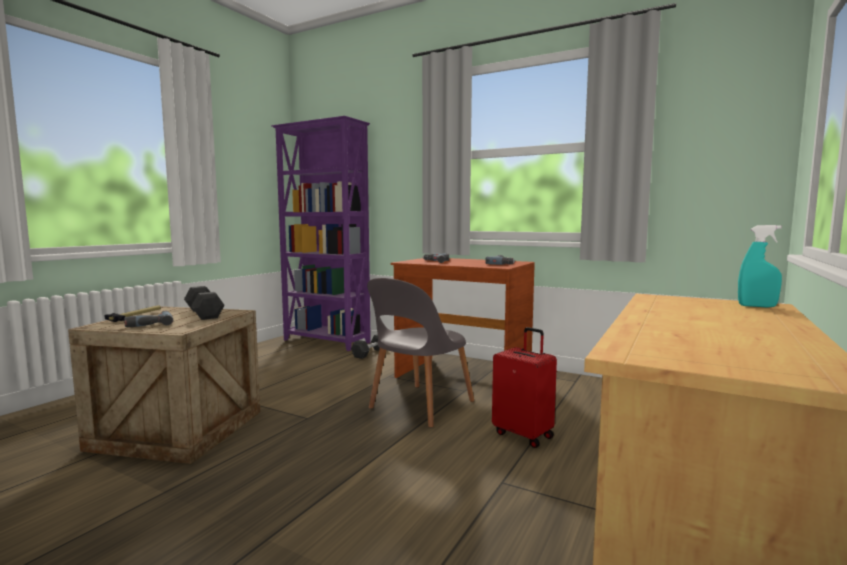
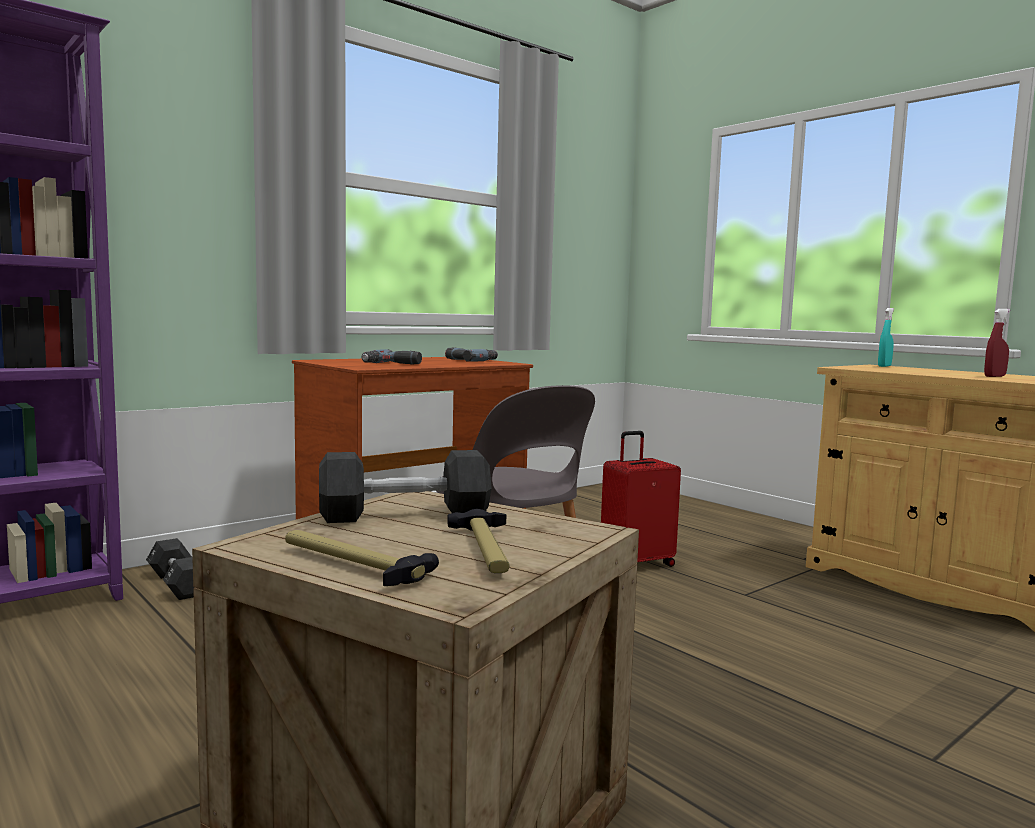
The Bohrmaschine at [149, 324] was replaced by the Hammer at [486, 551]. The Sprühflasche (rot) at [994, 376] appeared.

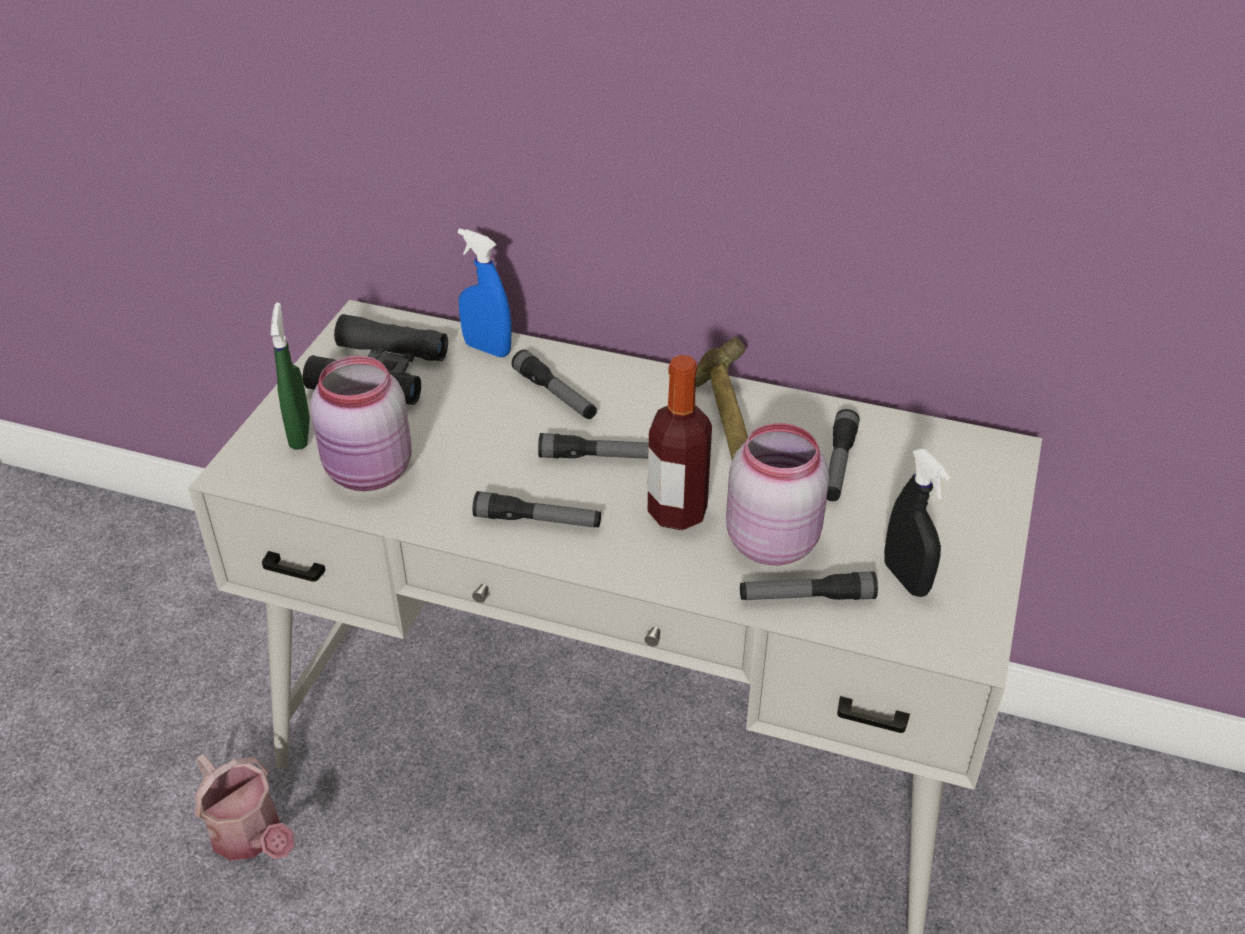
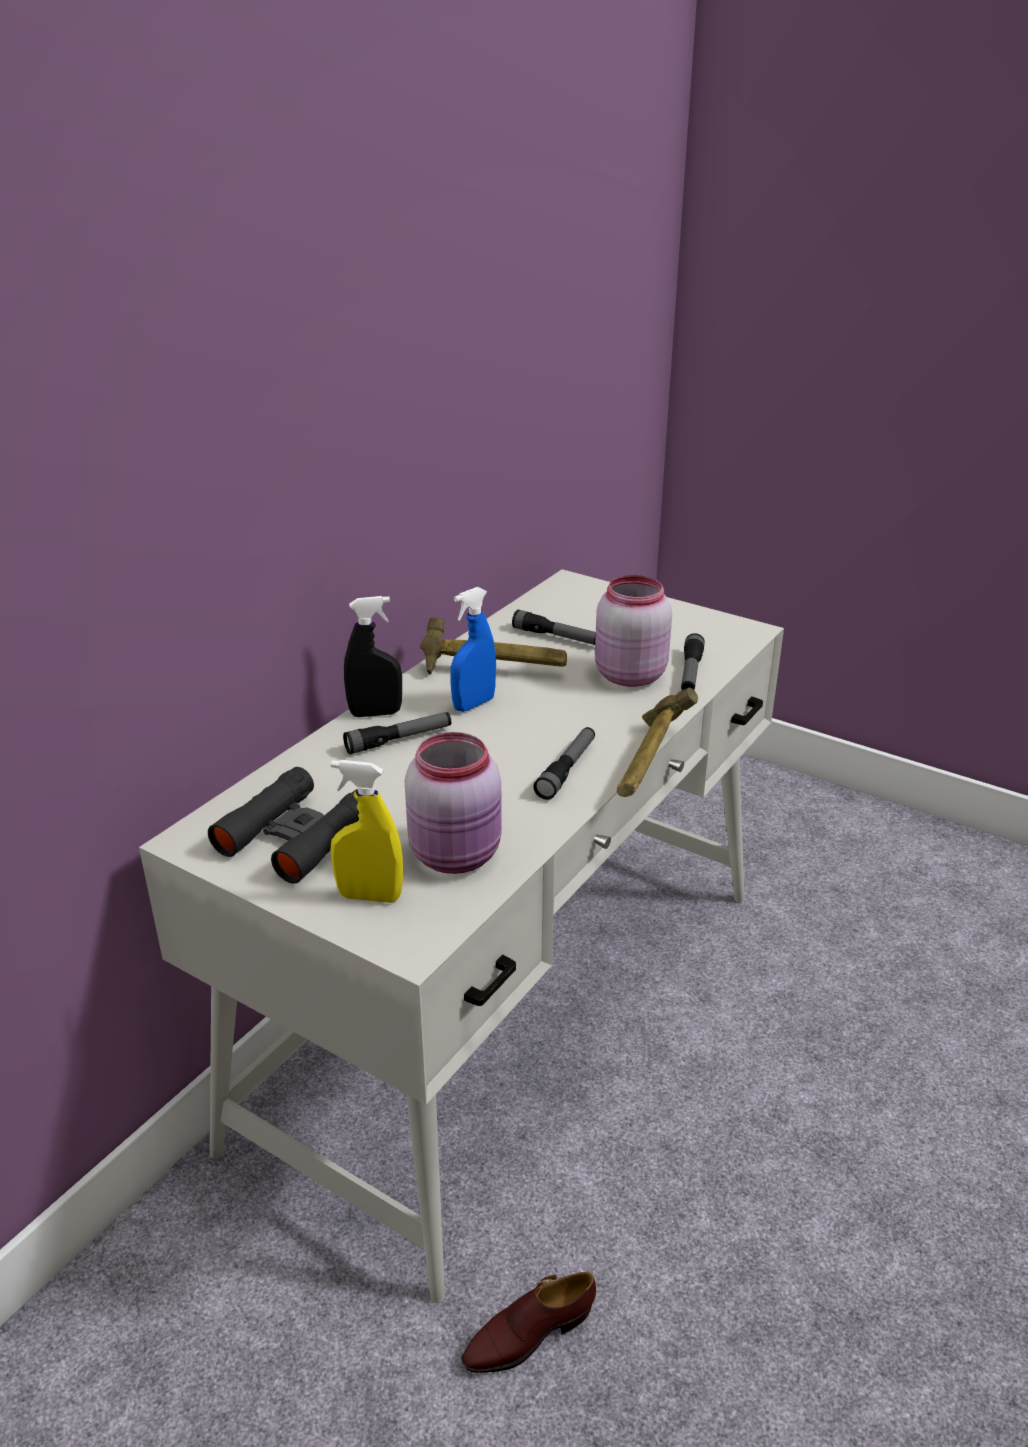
The Sprühflasche (grün) at [300, 434] became the Sprühflasche (gelb) at [369, 896]. The Sprühflasche (schwarz) moved from [906, 579] to [375, 713]. The Sprühflasche (blau) moved from [487, 349] to [473, 704]. The Gießkanne at [251, 837] was replaced by the Schuh (braun) at [528, 1334]. The Hammer at [648, 765] appeared. The Taschenlampe at [599, 457] disappeared. The Flasche at [677, 512] disappeared.

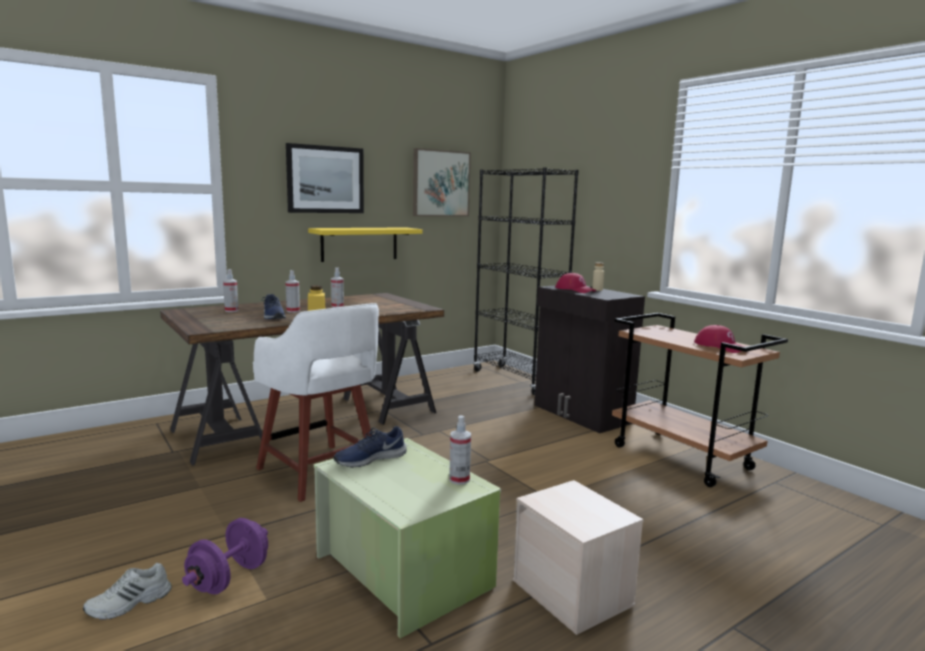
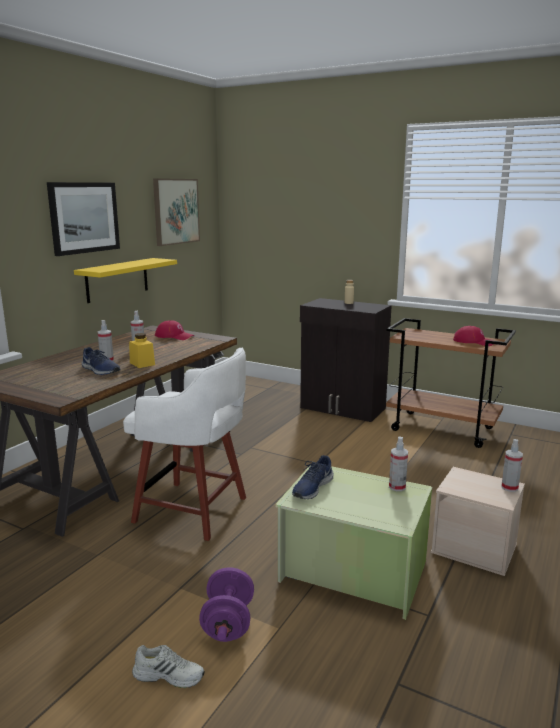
The Schuh (weiß) at [129, 604] turned 105 degrees counterclockwise. The Kappe (rot) moved from [575, 290] to [174, 336]. The Sprühflasche moved from [231, 311] to [509, 487]. The Bücherregal (schwarz) at [517, 380] disappeared.

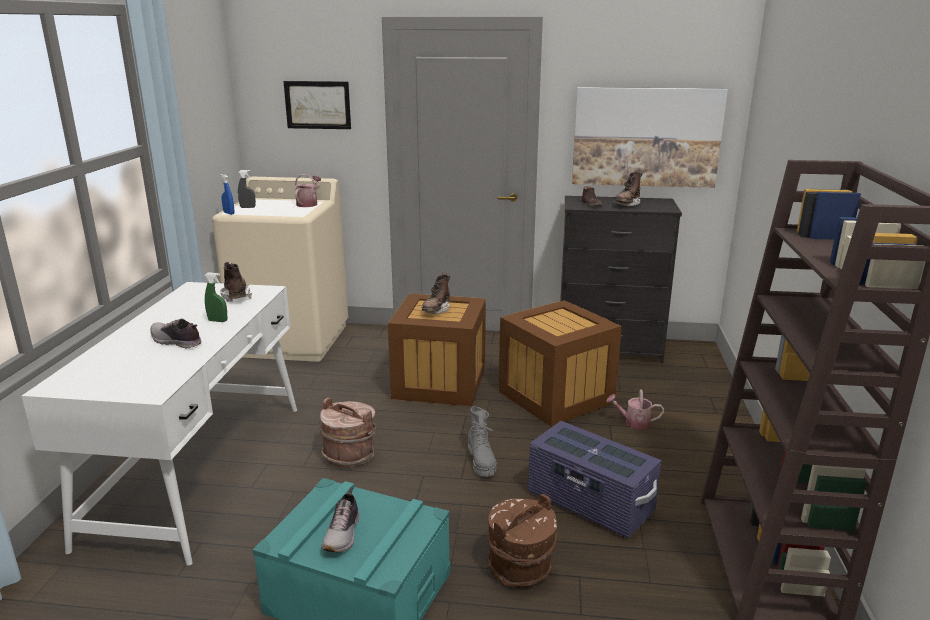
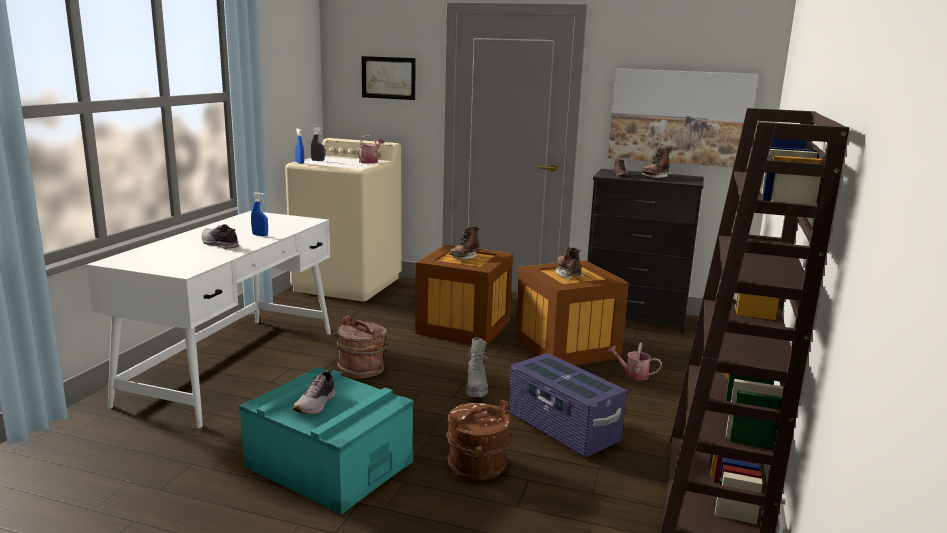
The Sprühflasche (grün) at [218, 321] became the Sprühflasche (blau) at [260, 235]. The Stiefel (braun) moved from [236, 295] to [568, 274].

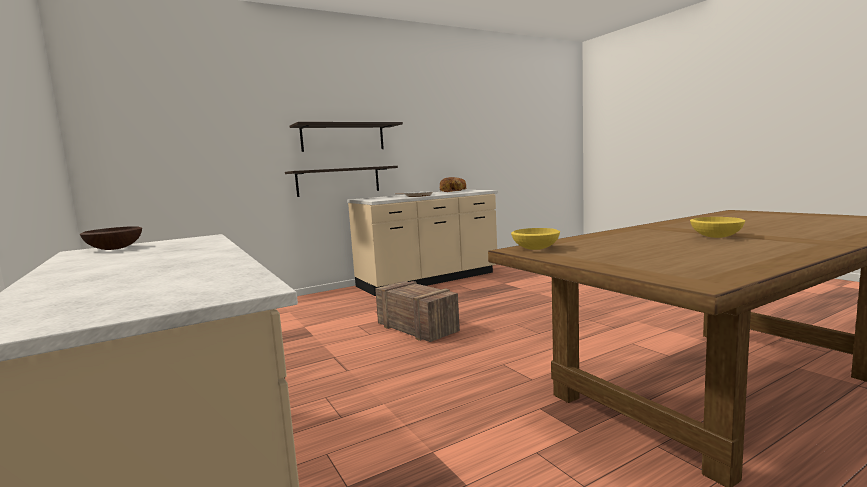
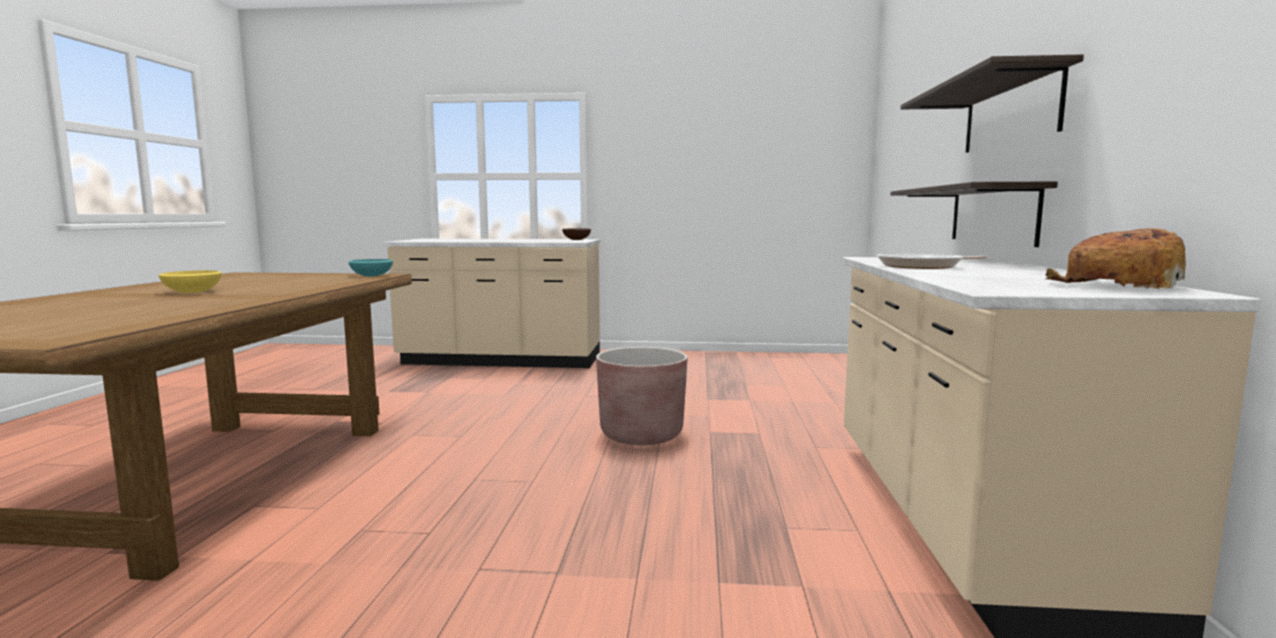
The Schüssel (gelb) at [535, 248] became the Schüssel (türkis) at [372, 276]. The Kiste at [416, 327] was replaced by the Pflanzkübel (braun) at [641, 434].

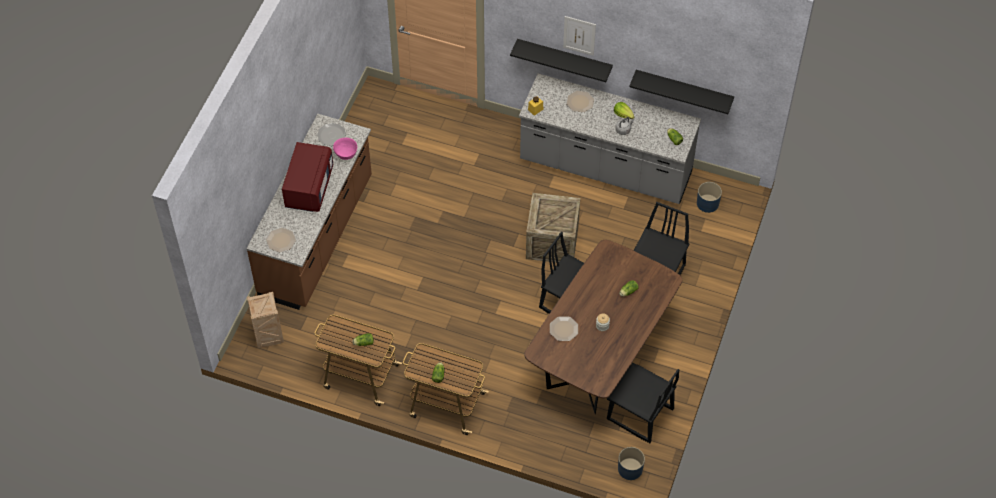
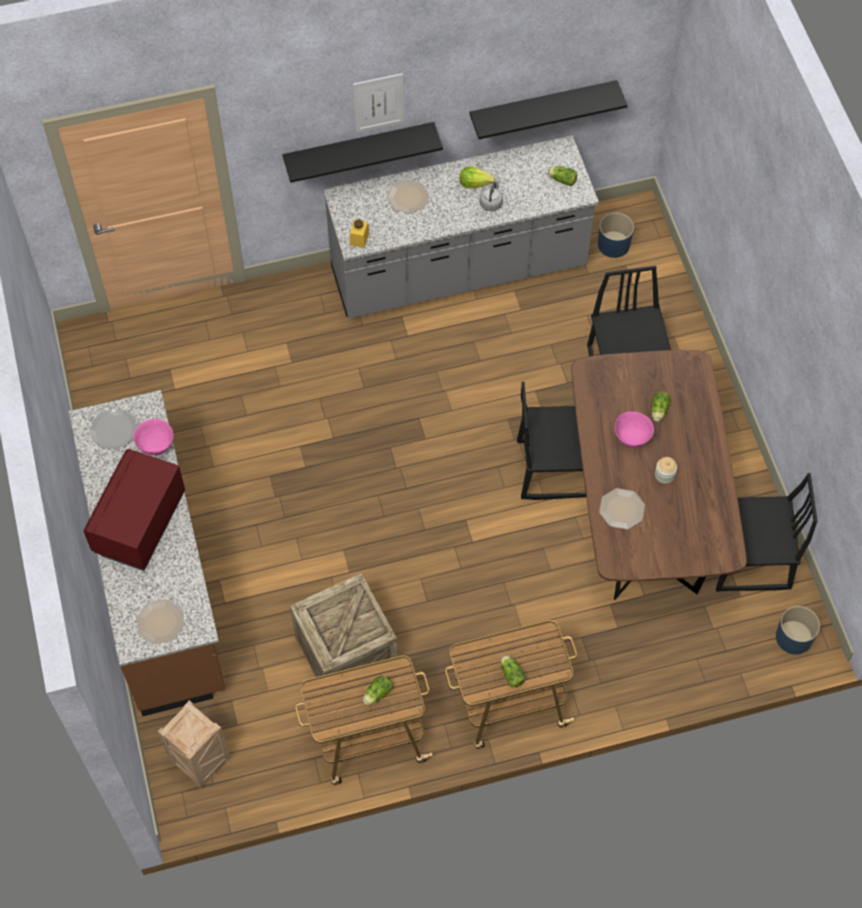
The Mikrowelle (rot) at [309, 188] turned 135 degrees counterclockwise. The Kiste moved from [552, 242] to [346, 652]. The Schüssel (rosa) at [631, 439] appeared.

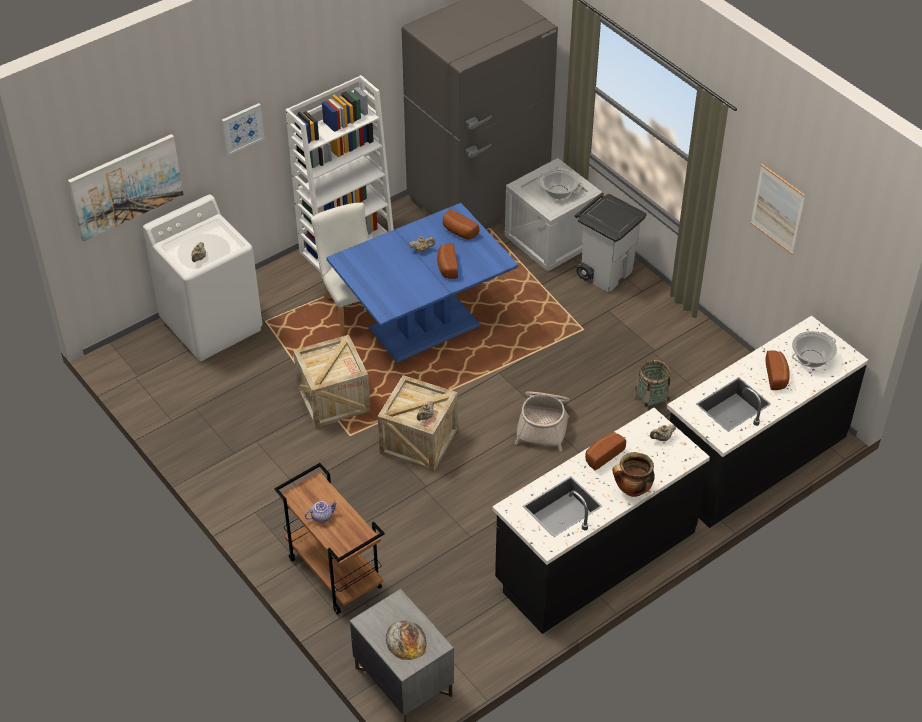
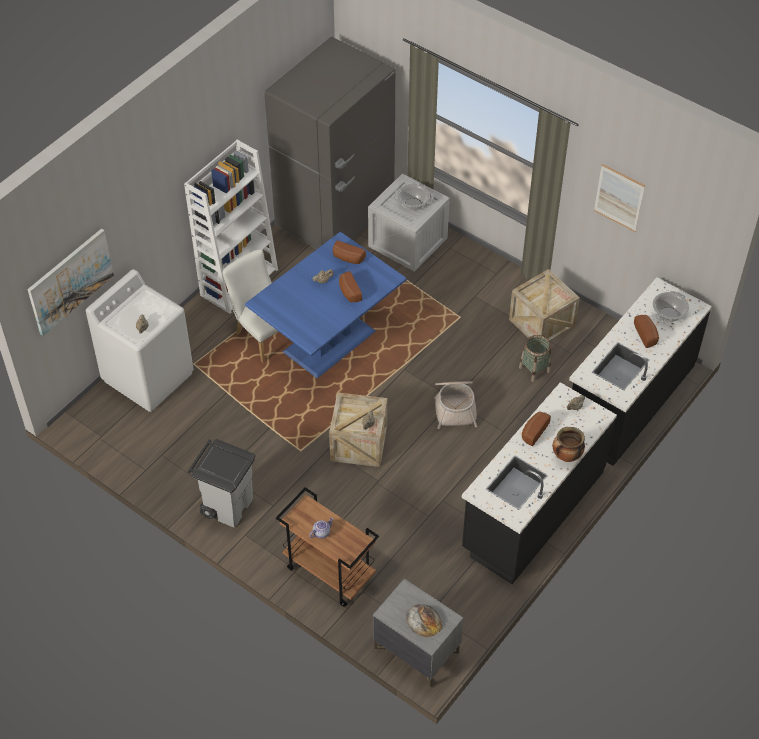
The Mülleimer (grau) moved from [605, 272] to [227, 505]. The Kiste moved from [333, 399] to [541, 323]. The Bild at [242, 128] disappeared.

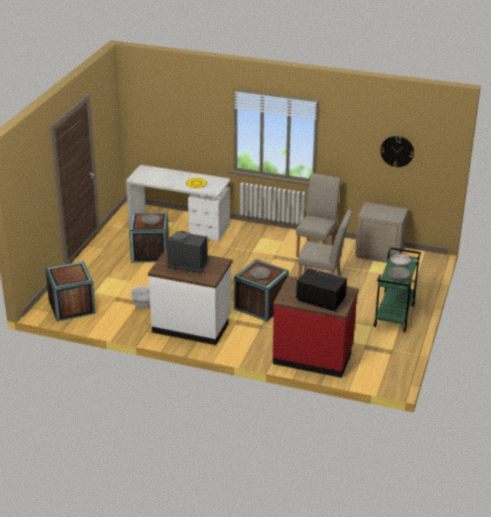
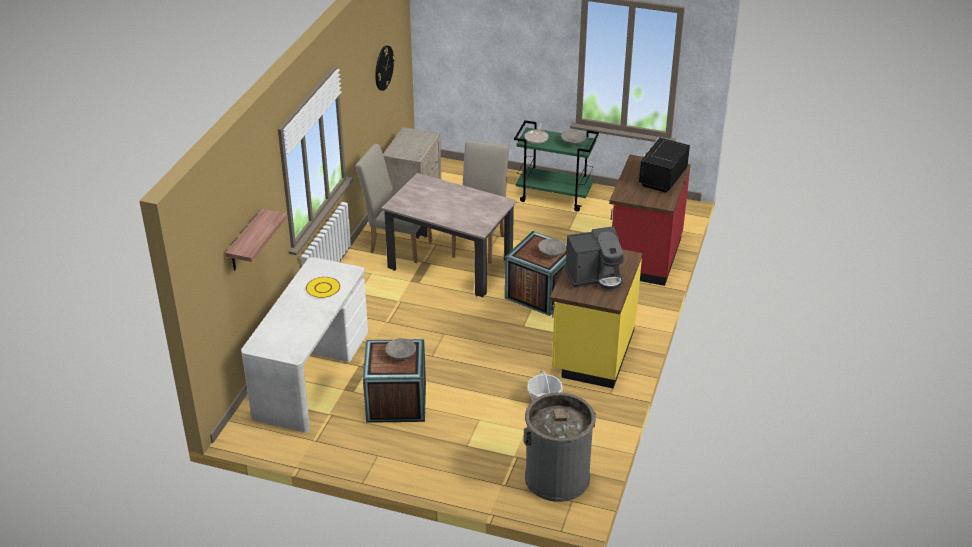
The Wandregal at [245, 242] appeared. The Esstisch (beige) at [450, 265] appeared. The Kiste at [72, 307] was replaced by the Mülleimer (grau) at [557, 477]. The Küchenzeile (weiß) at [192, 325] became the Küchenzeile (gelb) at [592, 352]. The Kaffeemaschine at [187, 264] turned 120 degrees counterclockwise.

